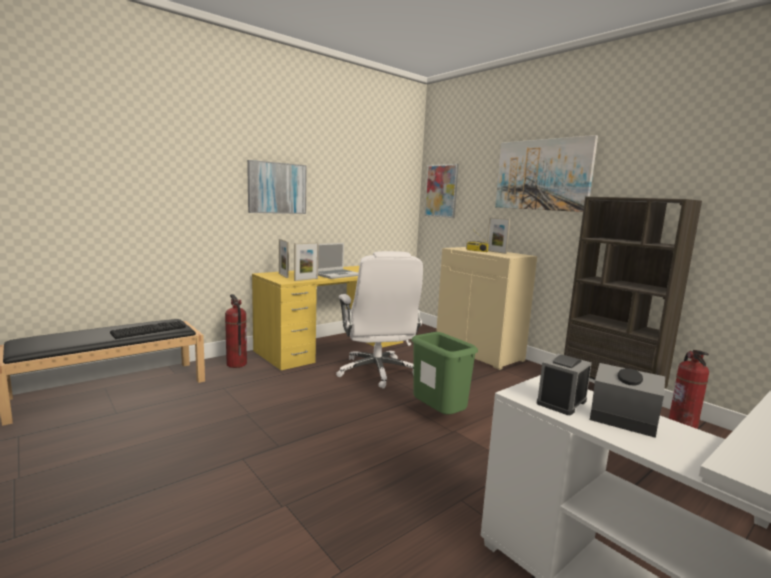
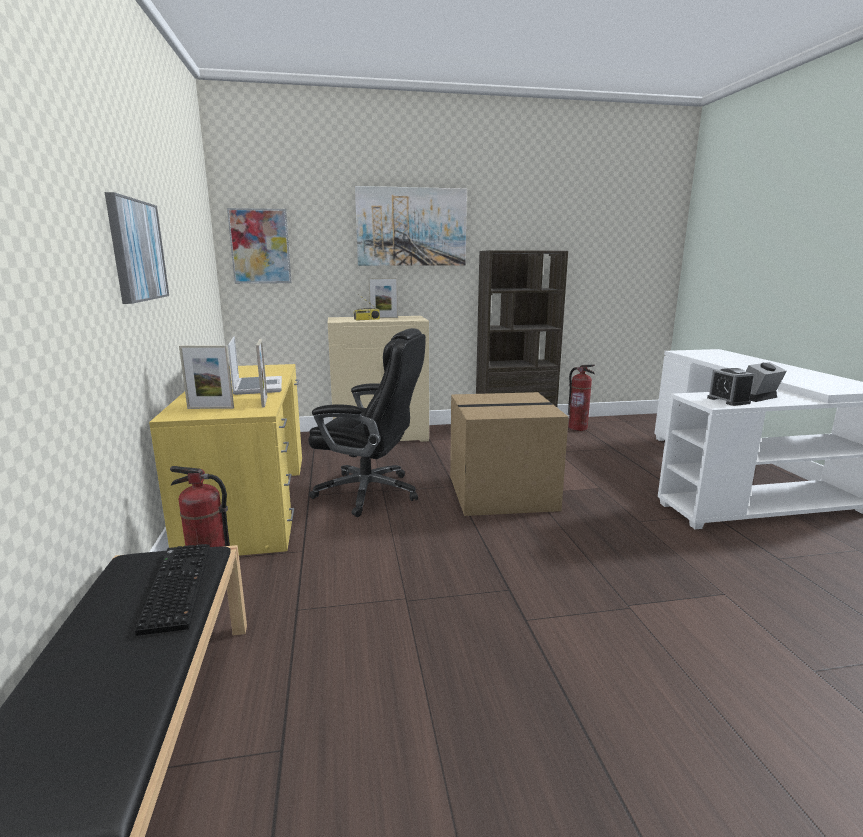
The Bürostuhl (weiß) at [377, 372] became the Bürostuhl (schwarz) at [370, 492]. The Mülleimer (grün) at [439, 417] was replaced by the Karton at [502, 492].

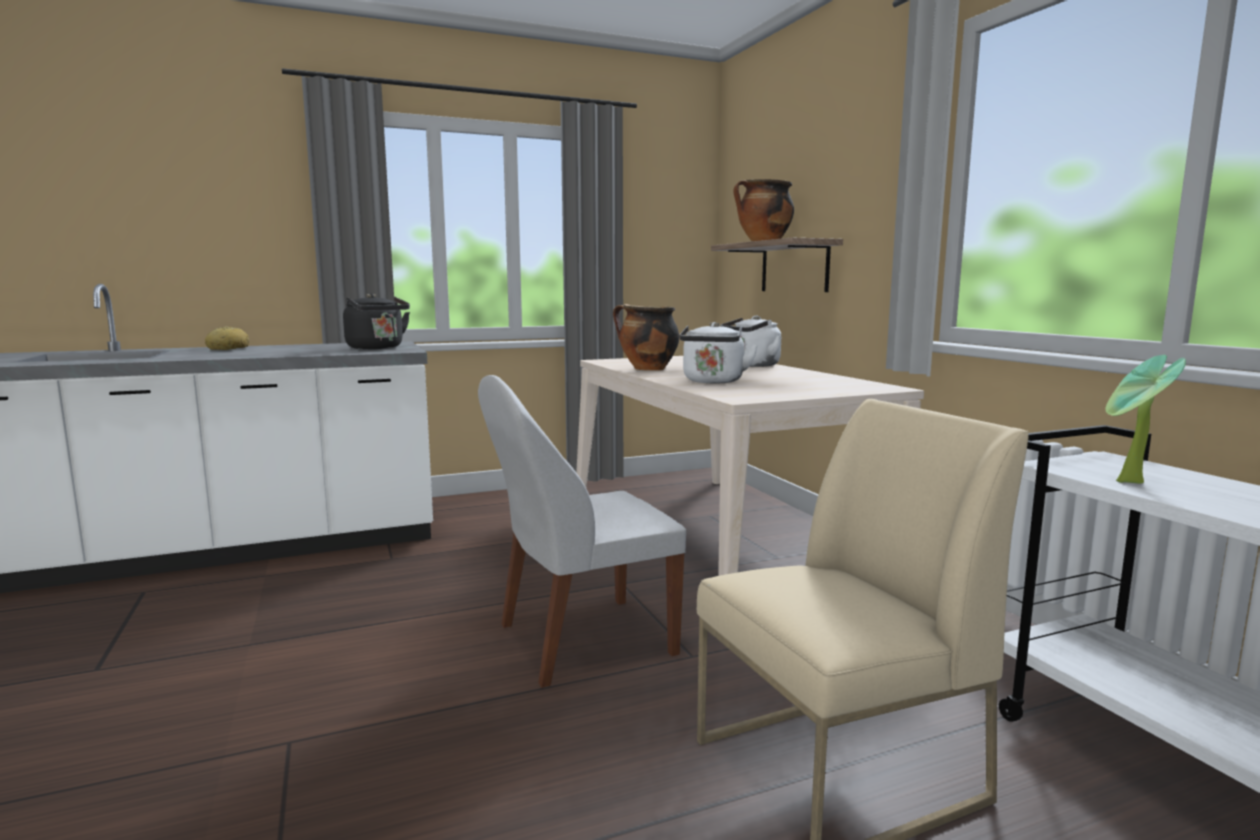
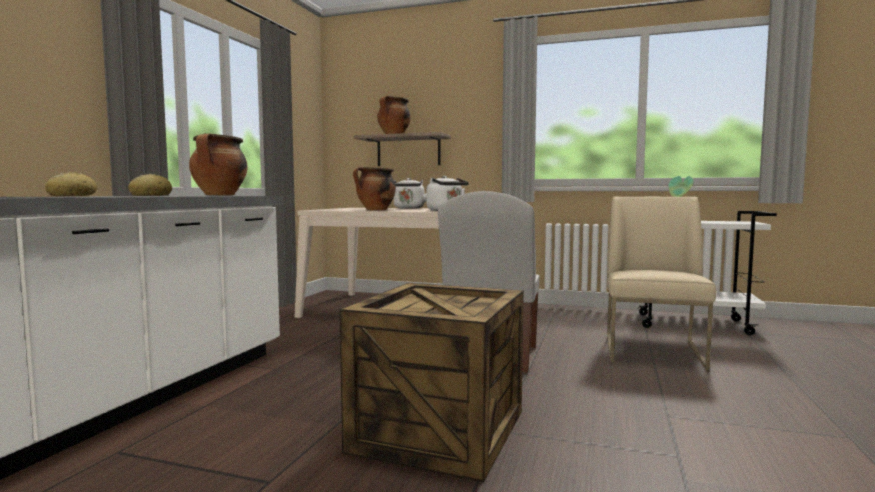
The Brot at [150, 195] appeared. The Wasserkessel (schwarz) at [377, 348] was replaced by the Kochtopf at [220, 195]. The Kiste at [437, 430] appeared.

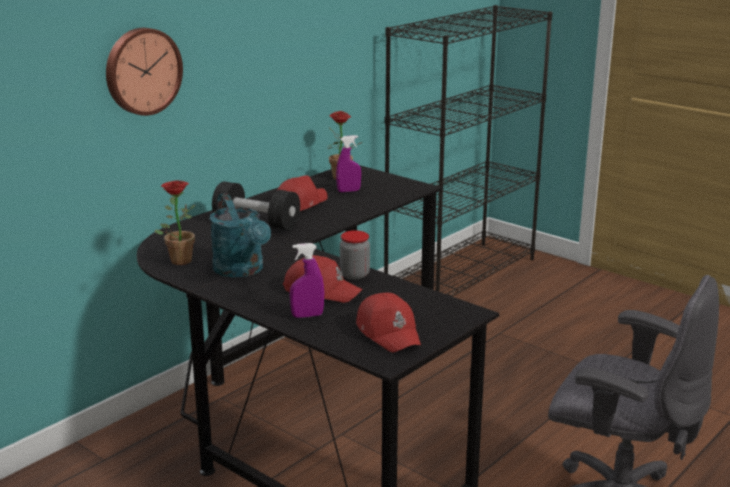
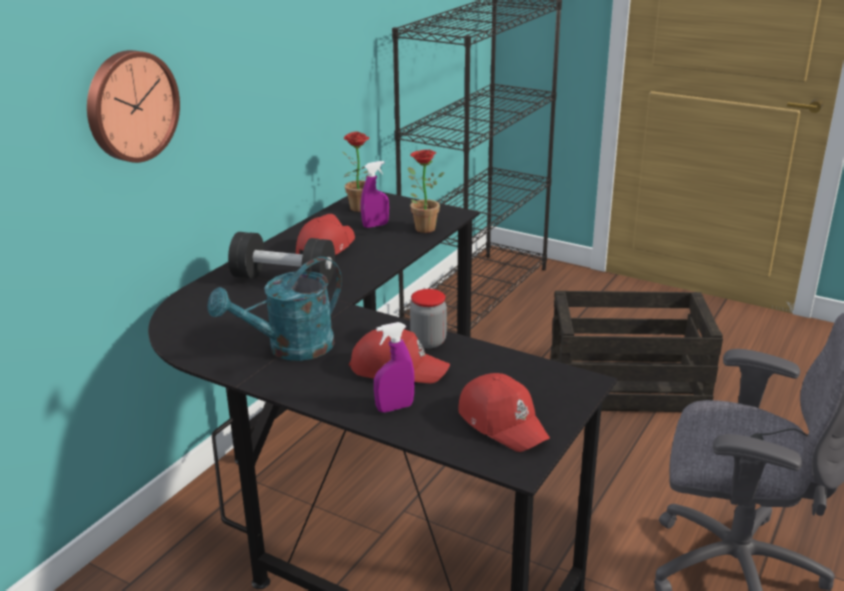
The Gießkanne (türkis) at [242, 270] turned 90 degrees clockwise. The Topfpflanze moved from [179, 259] to [421, 227]. The Kiste at [628, 386] appeared.

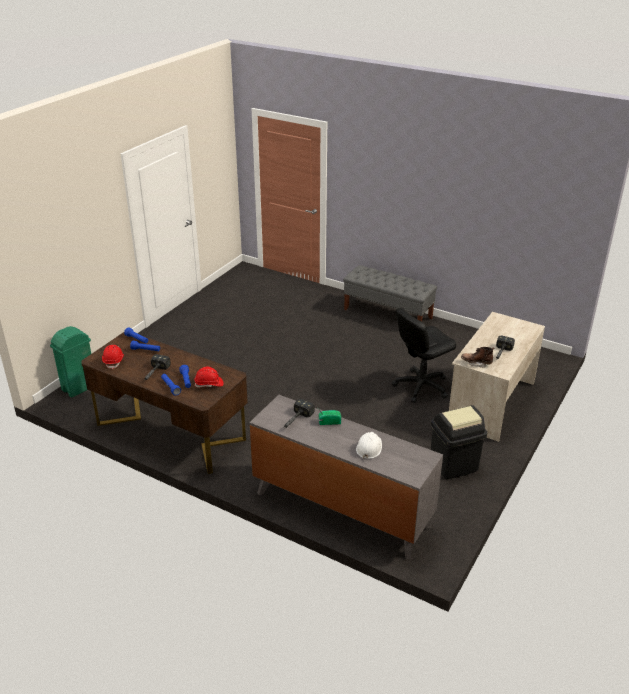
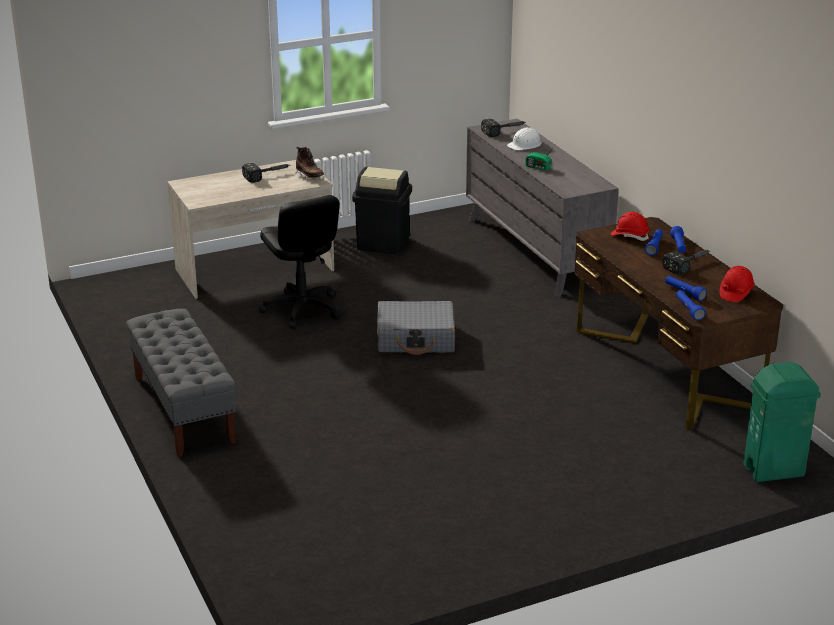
The Bürostuhl (schwarz) at [421, 386] turned 60 degrees clockwise. The Koffer (grau) at [416, 339] appeared. The Hammer moved from [295, 420] to [505, 131].

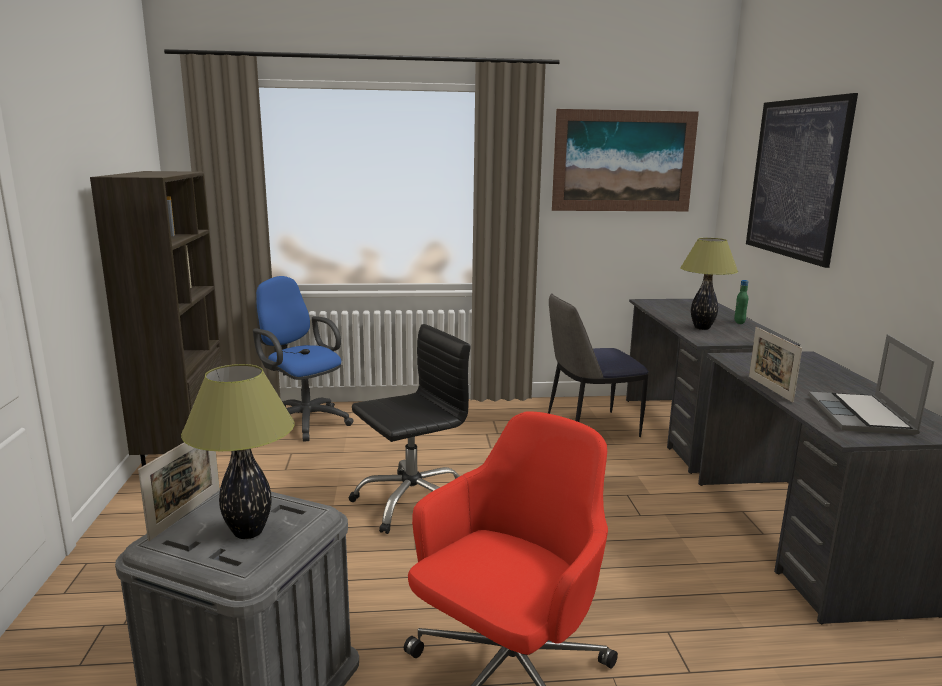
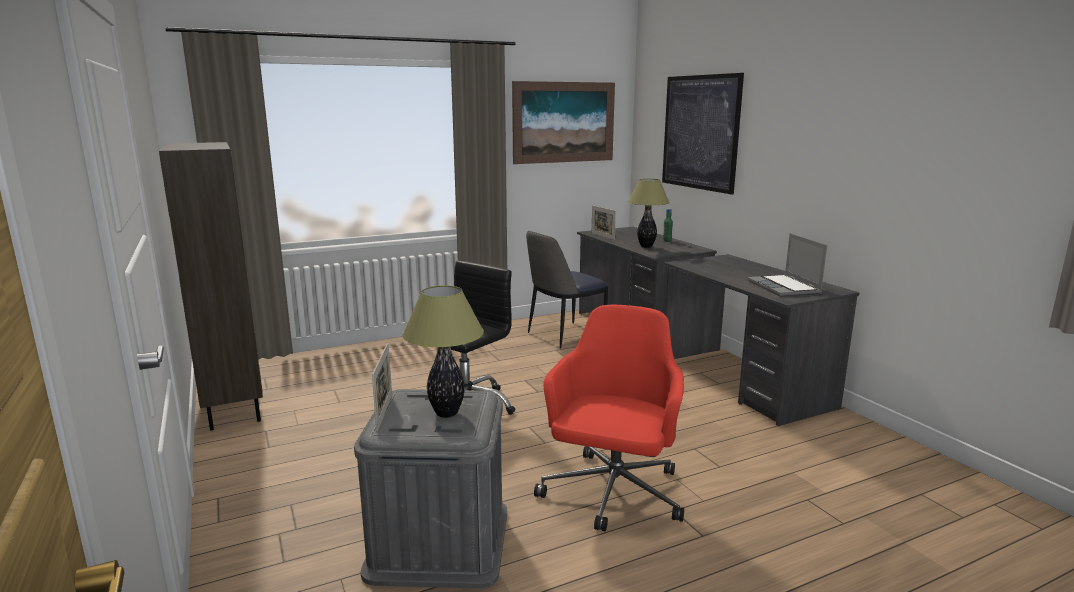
The Bilderrahmen moved from [770, 389] to [602, 236]. The Bürostuhl (blau) at [303, 421] disappeared.

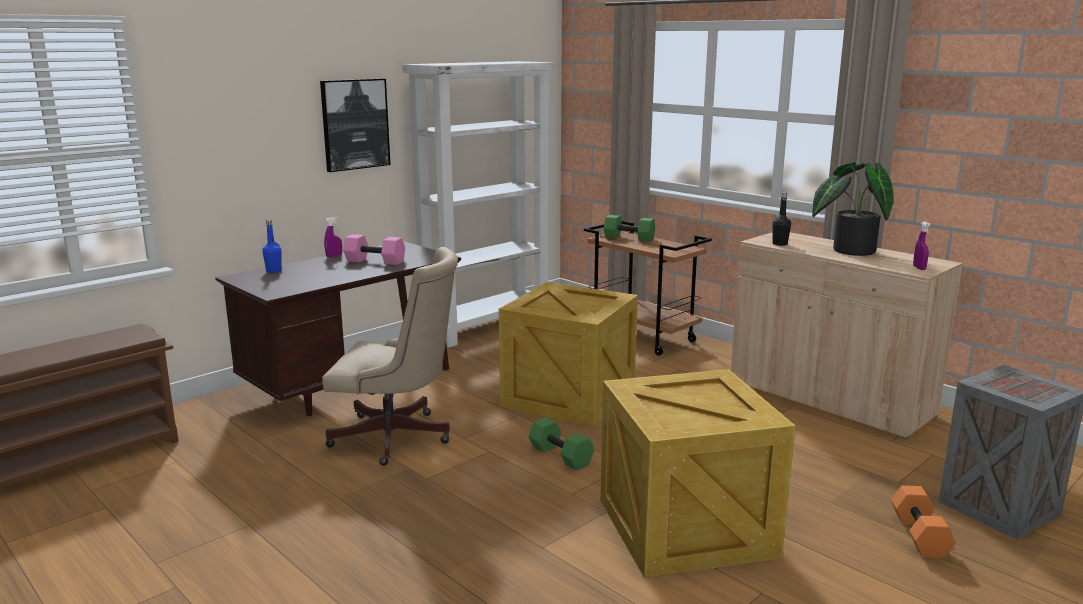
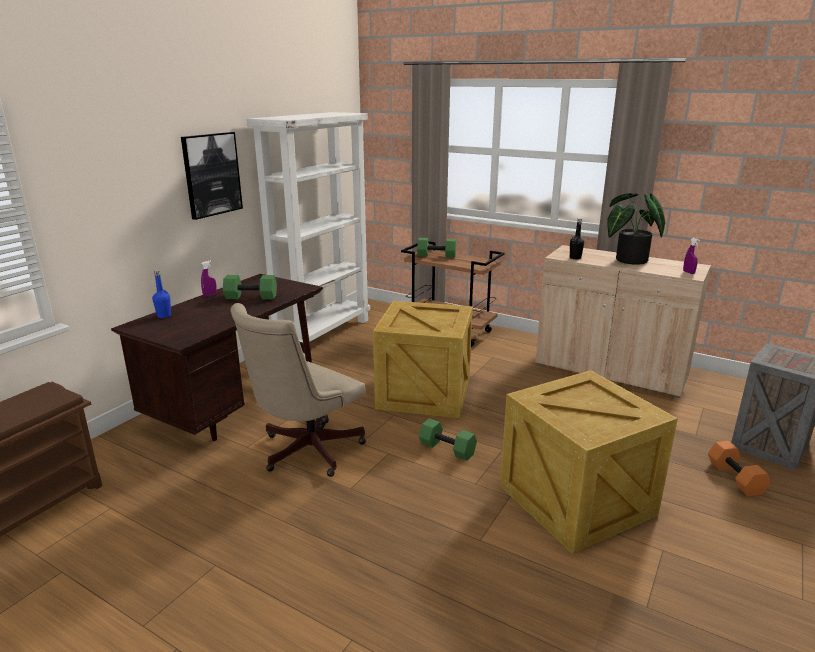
The Hantel (rosa) at [376, 261] became the Hantel (grün) at [252, 297]. The Bürostuhl (beige) at [398, 438] turned 135 degrees clockwise.

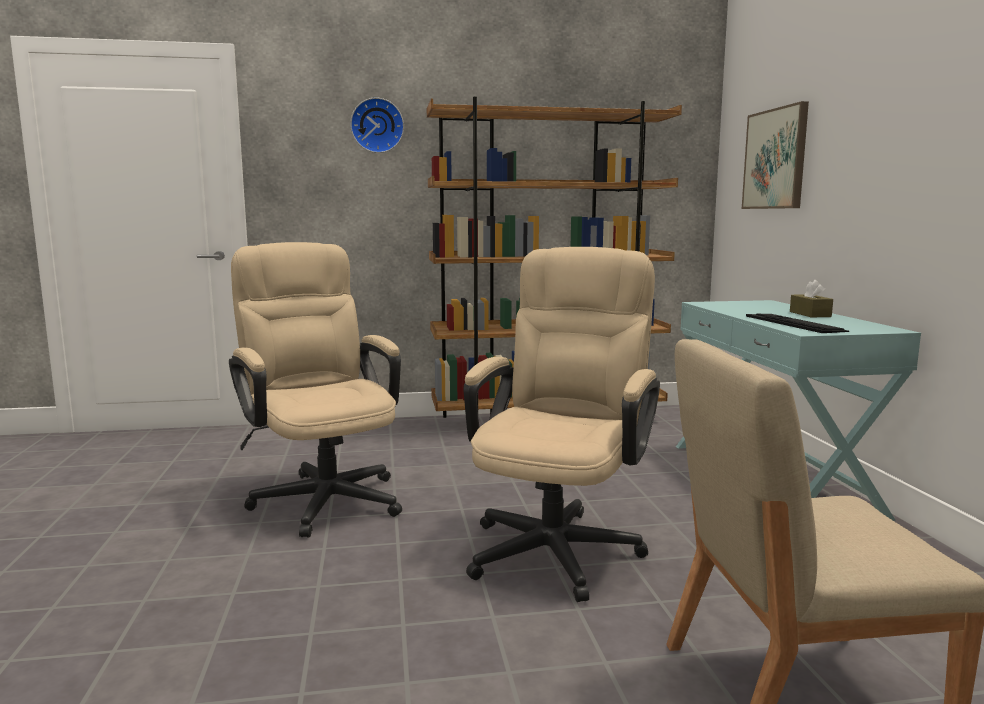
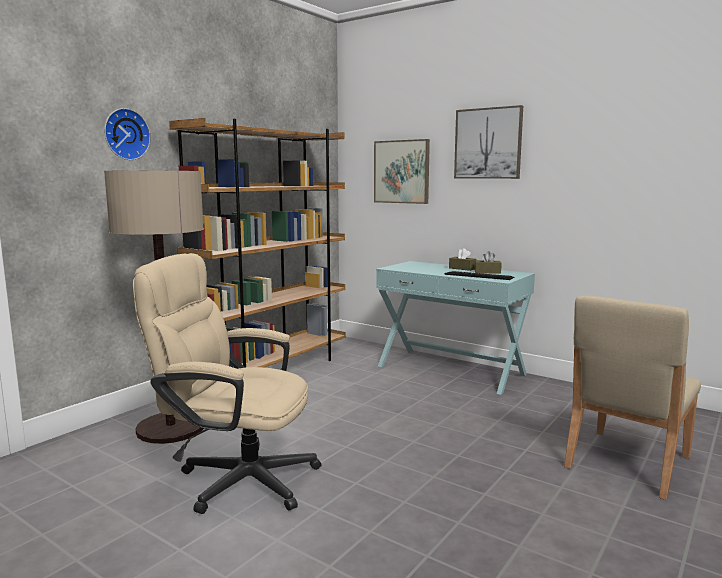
The Stehlampe at [171, 428] appeared. The Bild at [488, 143] appeared. The Taschentuchbox (braun) at [487, 272] appeared. The Bürostuhl (beige) at [559, 544] disappeared.

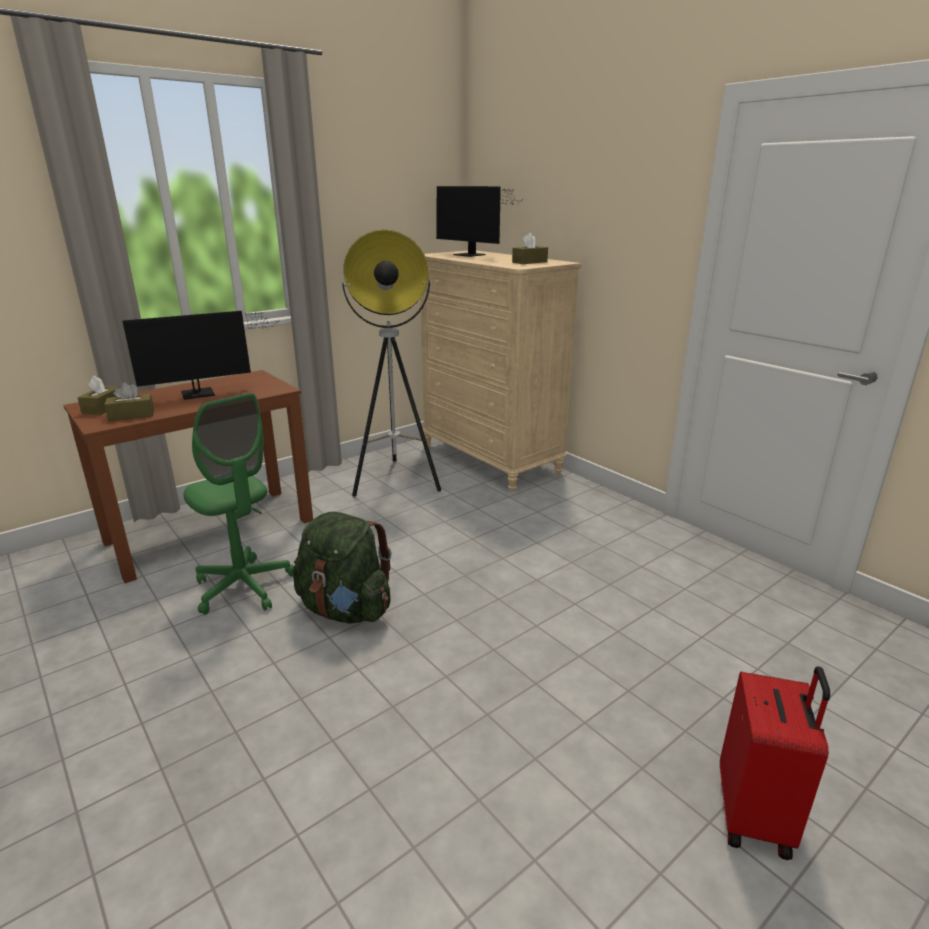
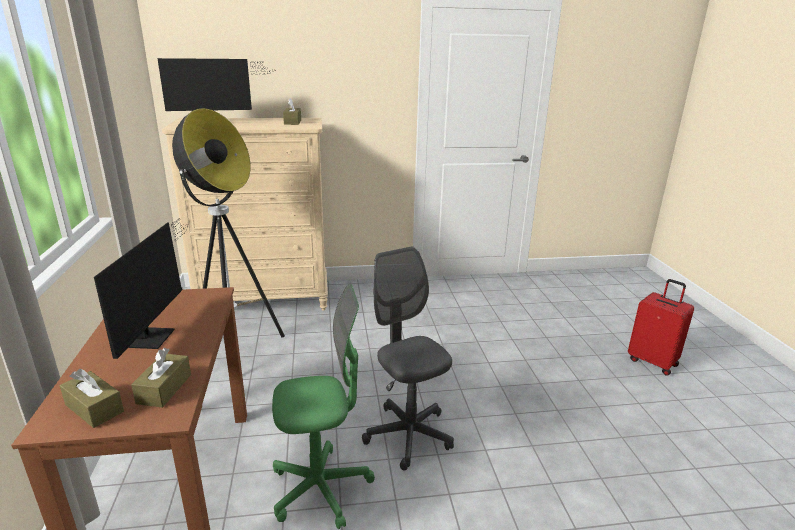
The Rucksack (grün) at [346, 609] was replaced by the Bürostuhl (grau) at [408, 435].

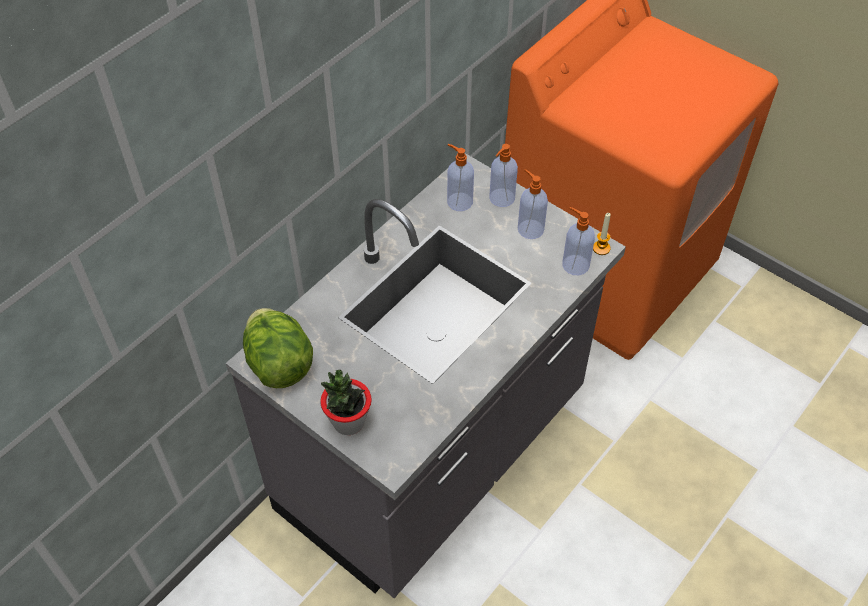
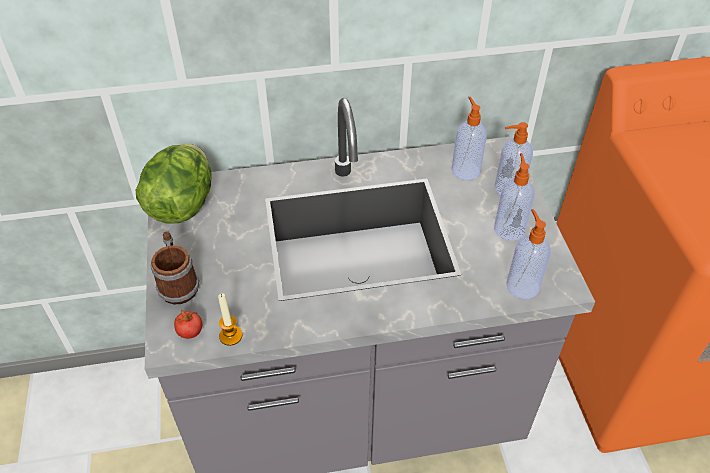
The Topfpflanze at [348, 422] was replaced by the Henkelbecher at [178, 283]. The Tomate at [190, 332] appeared. The Kerze moved from [601, 248] to [230, 336].

